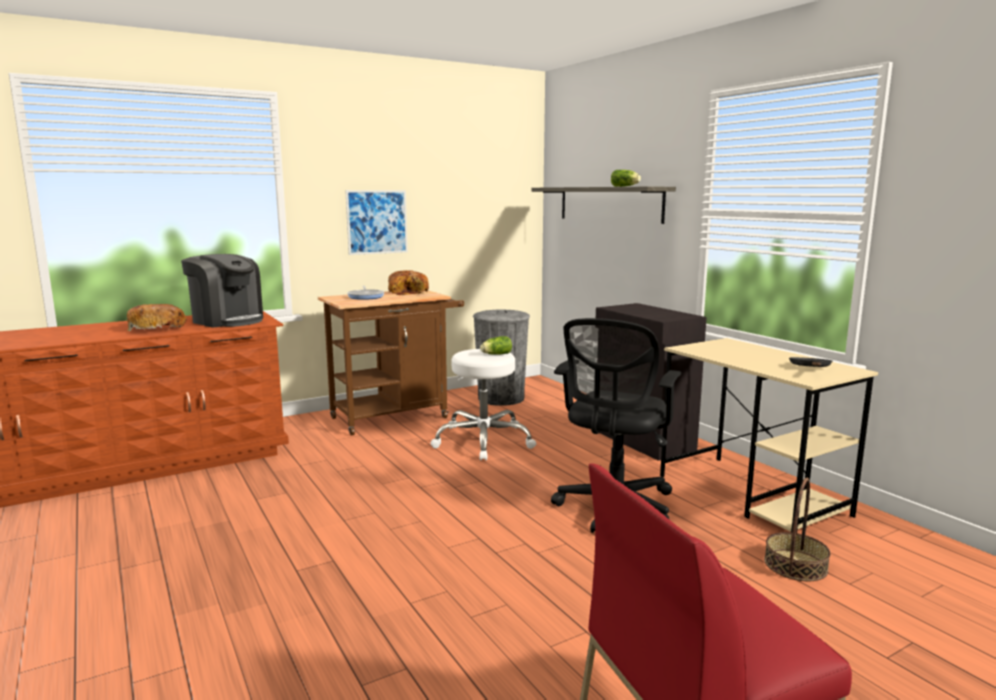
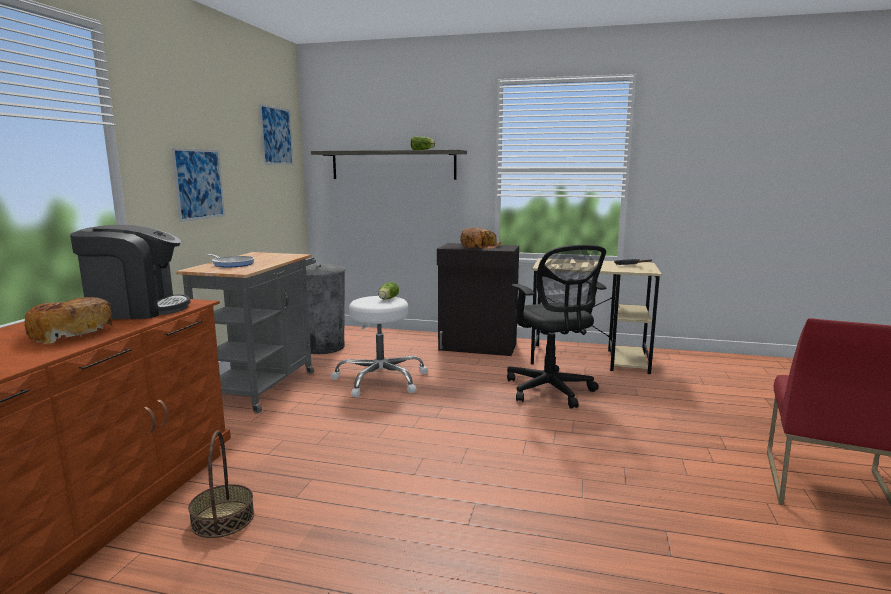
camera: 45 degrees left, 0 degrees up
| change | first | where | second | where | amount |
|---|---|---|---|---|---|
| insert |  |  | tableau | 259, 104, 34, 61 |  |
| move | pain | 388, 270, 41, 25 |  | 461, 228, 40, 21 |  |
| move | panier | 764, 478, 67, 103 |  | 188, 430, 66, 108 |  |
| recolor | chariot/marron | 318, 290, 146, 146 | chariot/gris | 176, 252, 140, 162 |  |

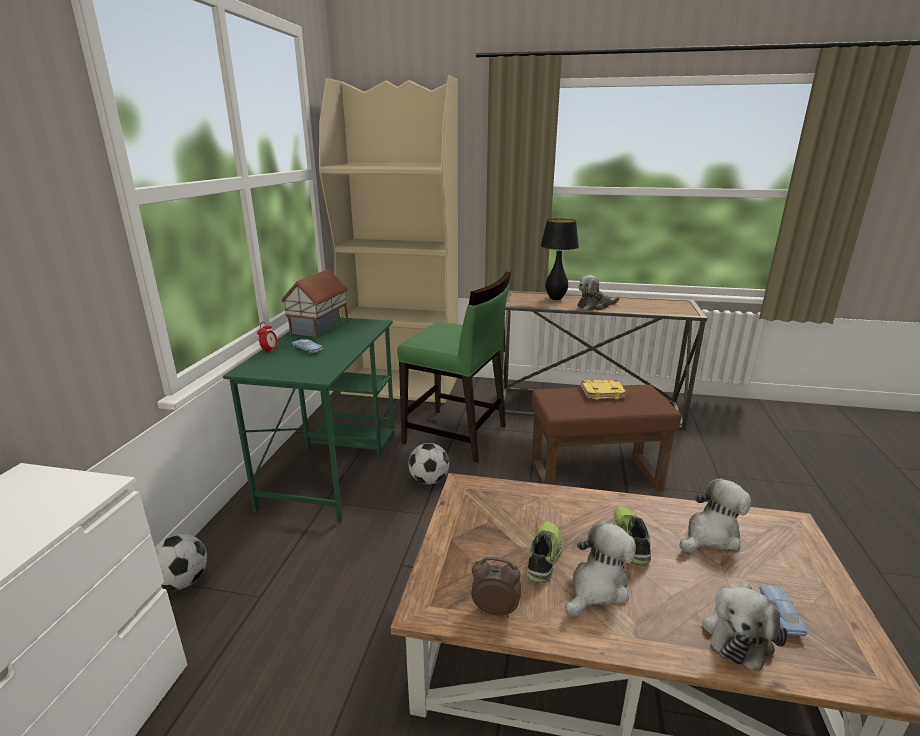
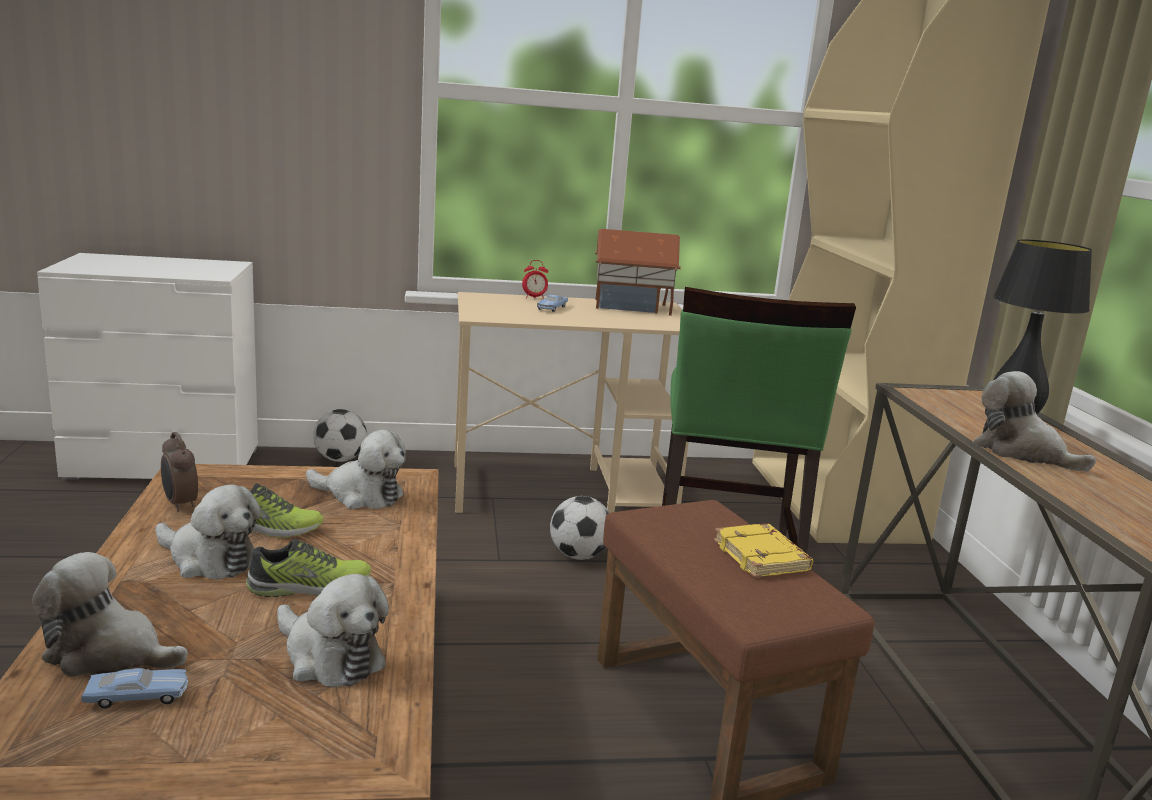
camera: 70 degrees right, 5 degrees down
| change | first | where | second | where | amount |
|---|---|---|---|---|---|
| insert |  |  | peluche | 306, 430, 100, 79 |  |
| recolor | bureau/vert | 223, 317, 172, 206 | bureau/beige | 454, 292, 235, 221 |  |
| rotate | réveil | 471, 557, 50, 60 |  | 161, 432, 37, 80 | 150 degrees clockwise |

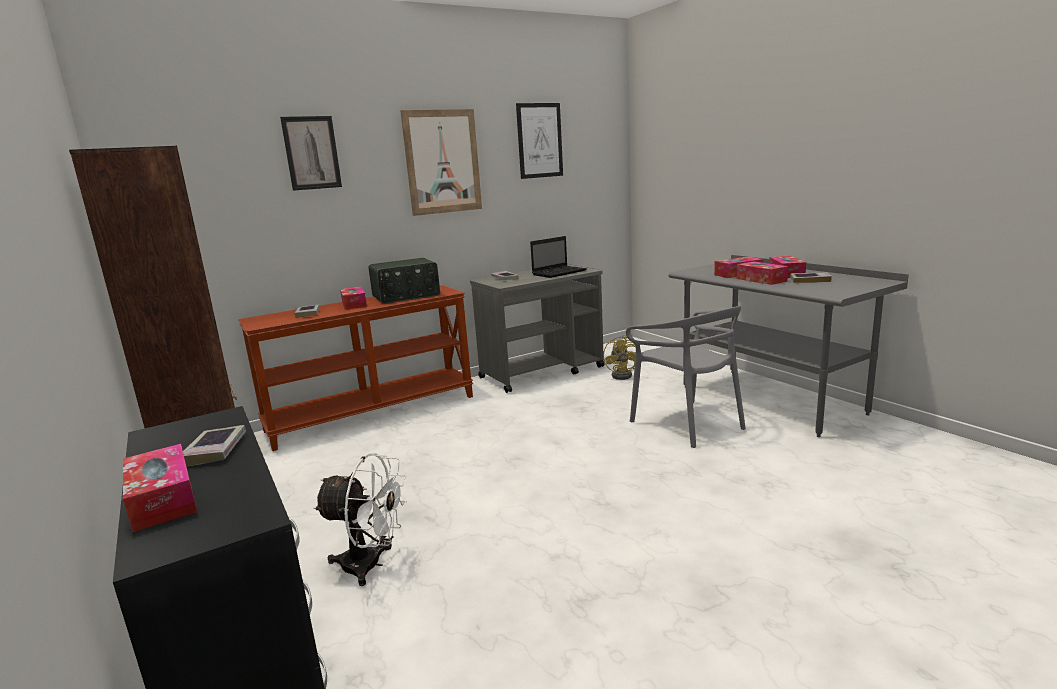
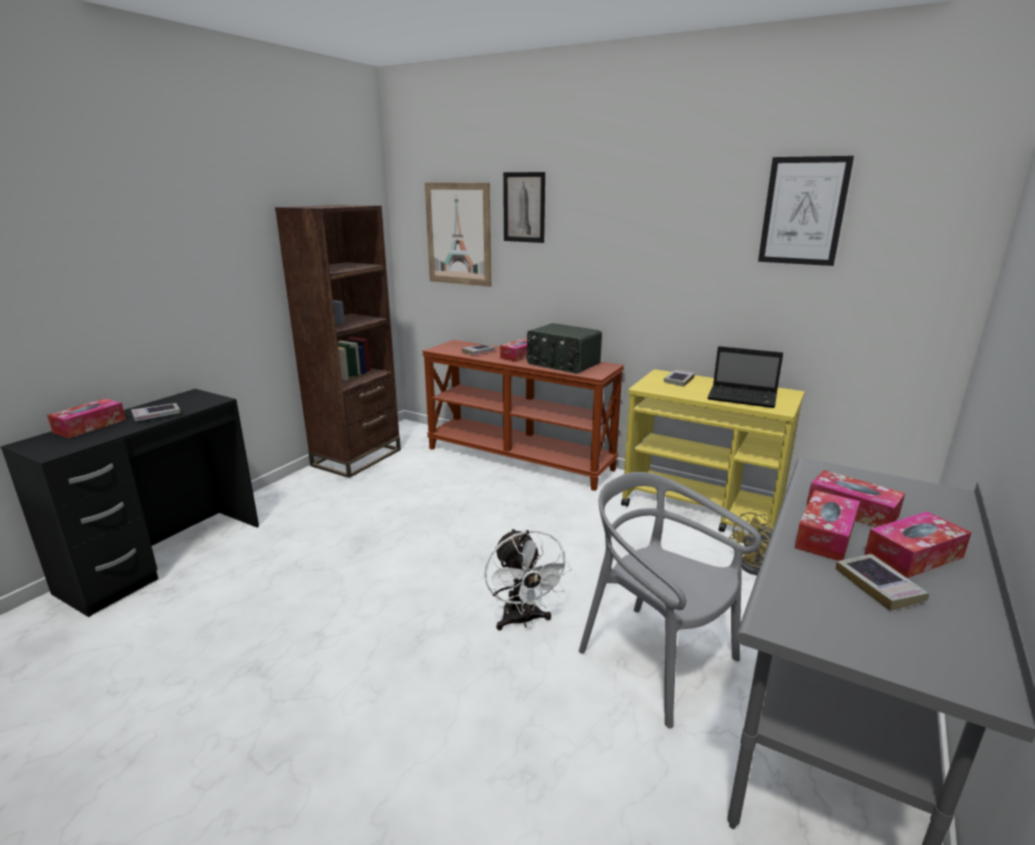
camera: 60 degrees right, 5 degrees up
| change | first | where | second | where | amount |
|---|---|---|---|---|---|
| move | ventilateur/blanc | 313, 453, 94, 133 |  | 484, 529, 87, 101 |  |
| move | tableau | 400, 109, 82, 107 |  | 425, 183, 66, 104 |  |
| recolor | chariot/gris | 470, 264, 135, 129 | chariot/jaune | 621, 369, 184, 163 |  |
| rotate | chaise/gris | 626, 306, 120, 142 |  | 579, 472, 183, 256 | 105 degrees clockwise |

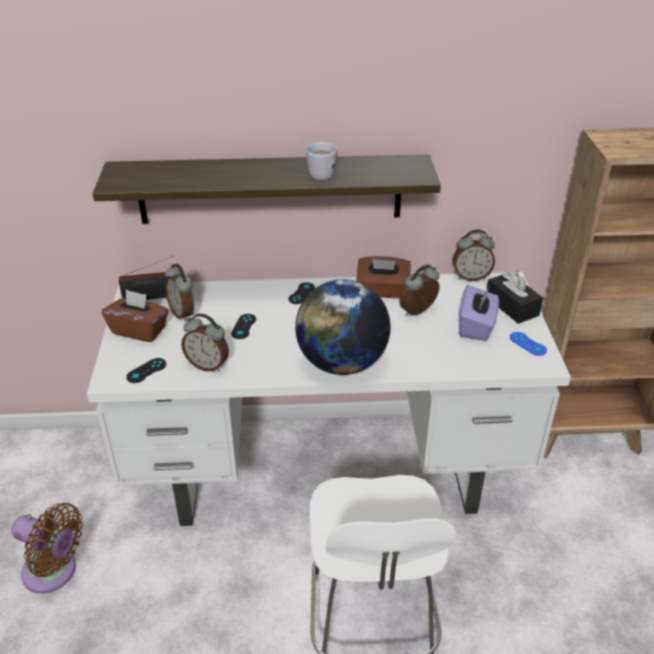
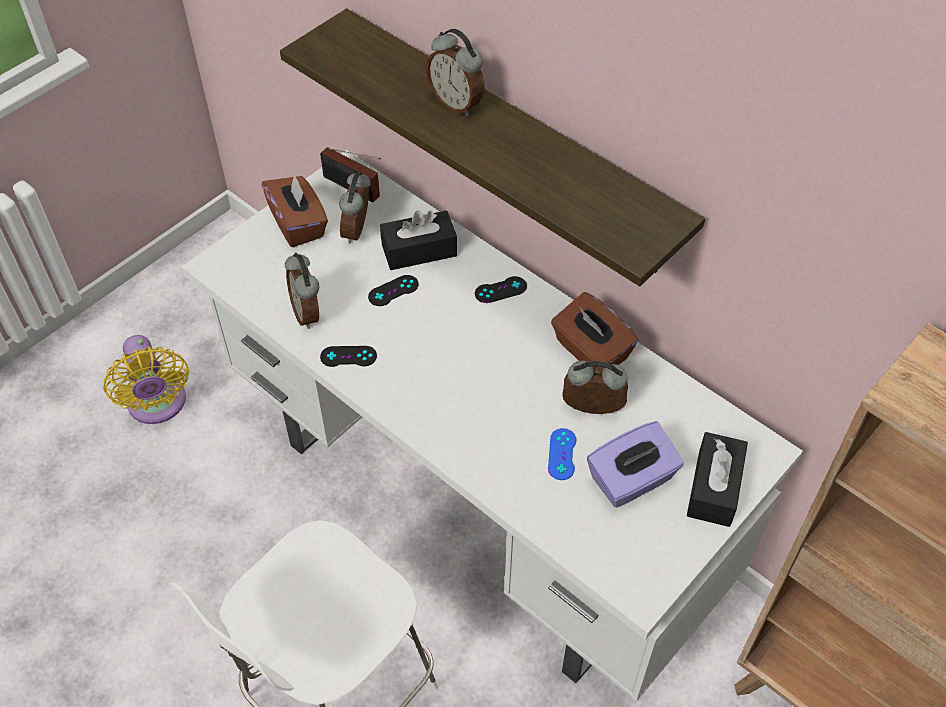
camera: 45 degrees right, 15 degrees up
| change | first | where | second | where | amount |
|---|---|---|---|---|---|
| delete | globe | 295, 279, 95, 96 |  |  |  |
| delete | mug/blanc | 306, 142, 31, 38 |  |  |  |
| insert |  |  | boîte à mouchoirs/noir | 380, 210, 77, 60 |  |
| move | manette/noir | 127, 358, 39, 25 |  | 320, 346, 57, 21 |  |
| move | réveil | 453, 230, 42, 51 |  | 426, 29, 59, 87 |  |
| move | manette/bleu | 510, 332, 37, 24 |  | 548, 428, 28, 52 |  |
| recolor | ventilateur/marron | 11, 503, 72, 90 | ventilateur/jaune | 103, 335, 86, 89 |  |

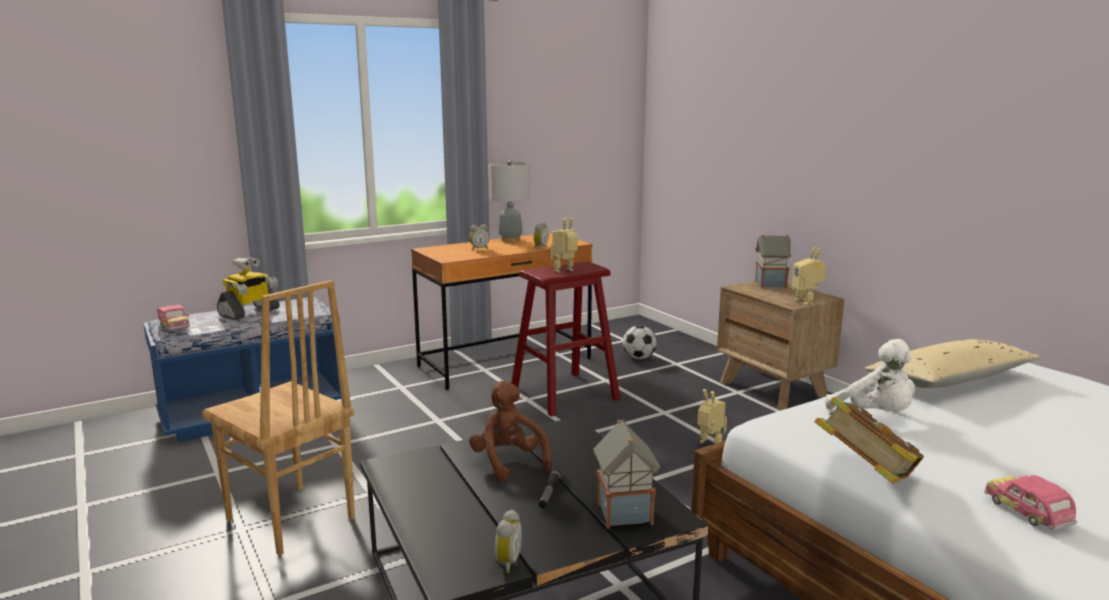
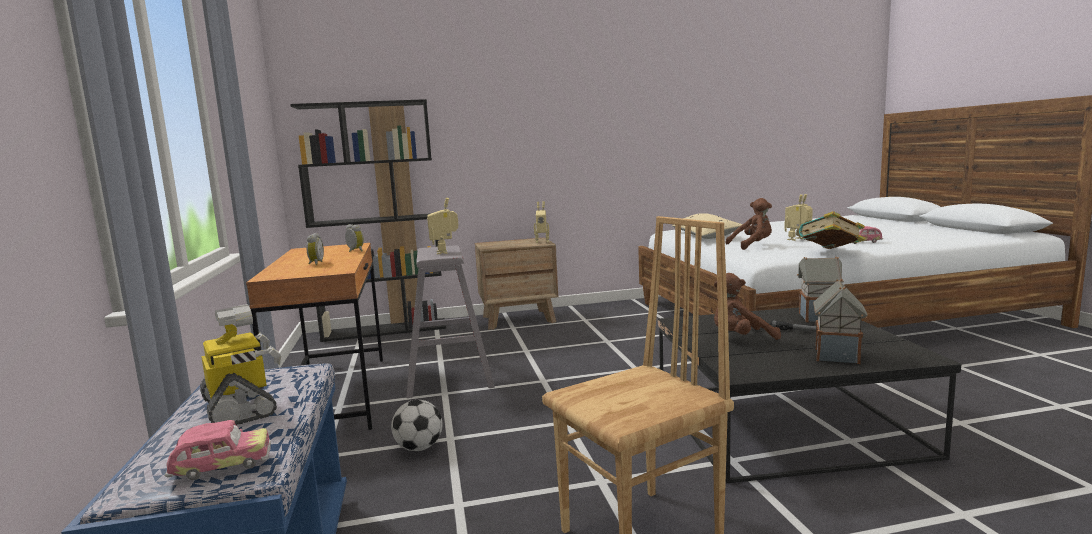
camera: 70 degrees left, 5 degrees down
| change | first | where | second | where | amount |
|---|---|---|---|---|---|
| delete | lampe de table/gris | 489, 160, 41, 82 |  |  |  |
| delete | réveil | 494, 510, 28, 63 |  |  |  |
| insert |  |  | bibliothèque/noir | 290, 99, 156, 243 |  |
| move | ballon de foot | 623, 325, 34, 34 |  | 391, 400, 52, 51 |  |
| move | robot jouet | 697, 389, 30, 54 |  | 784, 194, 29, 47 |  |
| move | maison miniature | 755, 234, 36, 54 |  | 813, 279, 55, 85 |  |
| recolor | tabouret/rouge | 511, 261, 110, 156 | tabouret/gris | 406, 245, 89, 153 |  |
| recolor | peluche/blanc | 825, 339, 90, 72 | peluche/marron | 726, 198, 46, 52 |  |

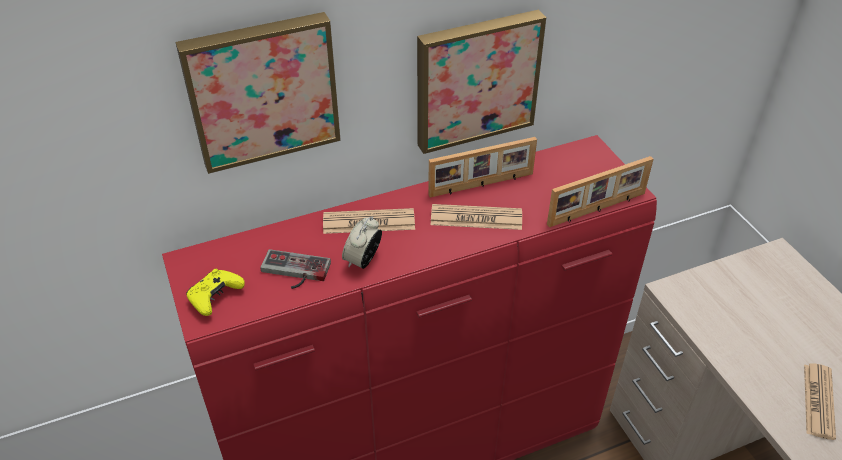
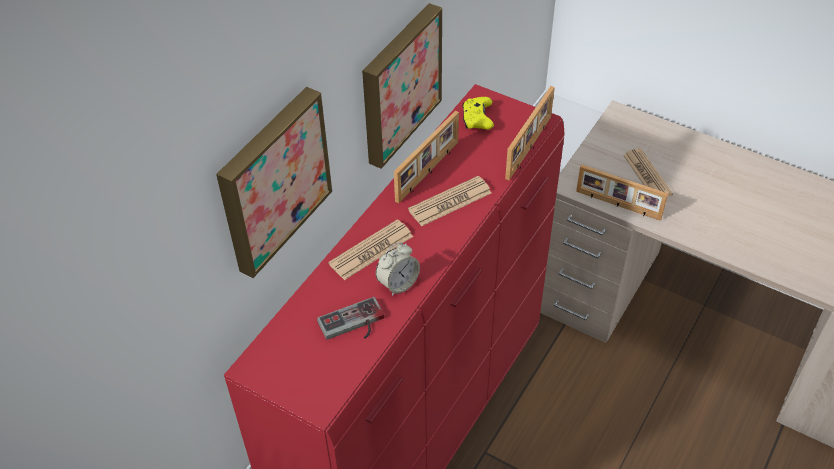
camera: 35 degrees left, 5 degrees up
| change | first | where | second | where | amount |
|---|---|---|---|---|---|
| insert |  |  | cadre photo | 576, 164, 92, 57 |  |
| move | manette/jaune | 186, 269, 59, 47 |  | 462, 97, 32, 33 |  |
| move | journal | 804, 363, 32, 77 |  | 623, 148, 50, 49 |  |
| rotate | réveil | 342, 217, 40, 52 |  | 376, 242, 44, 54 | 120 degrees counterclockwise |

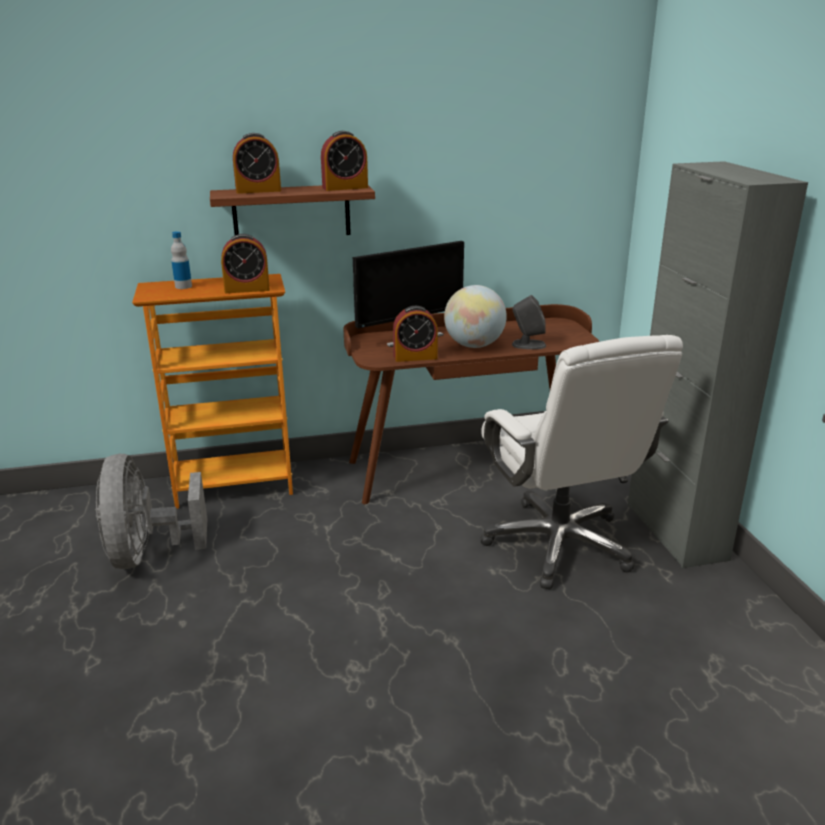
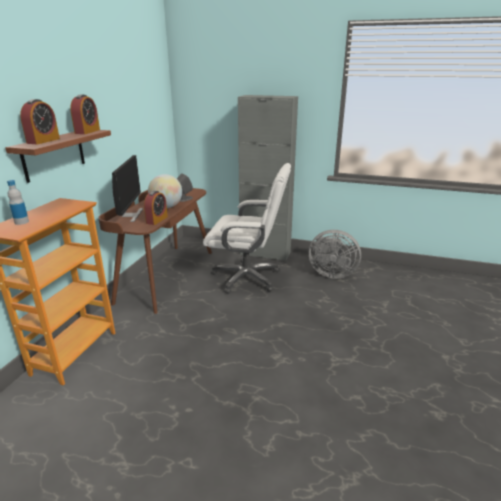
camera: 60 degrees left, 0 degrees up
| change | first | where | second | where | amount |
|---|---|---|---|---|---|
| delete | réveil | 221, 234, 49, 59 |  |  |  |
| move | ventilateur/gris | 95, 454, 112, 115 |  | 309, 230, 52, 49 |  |

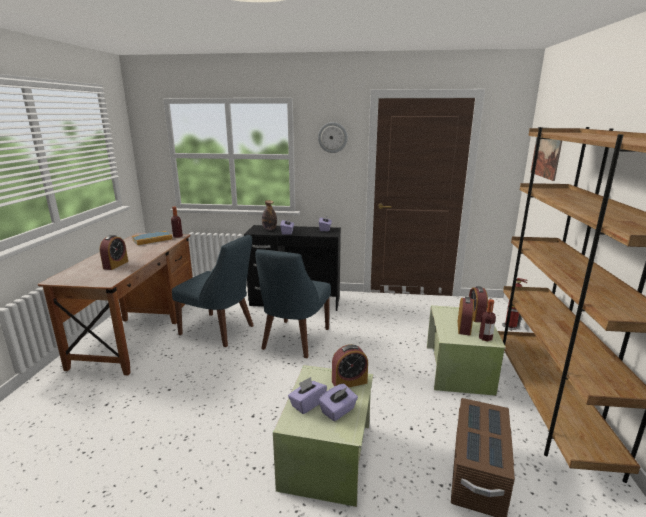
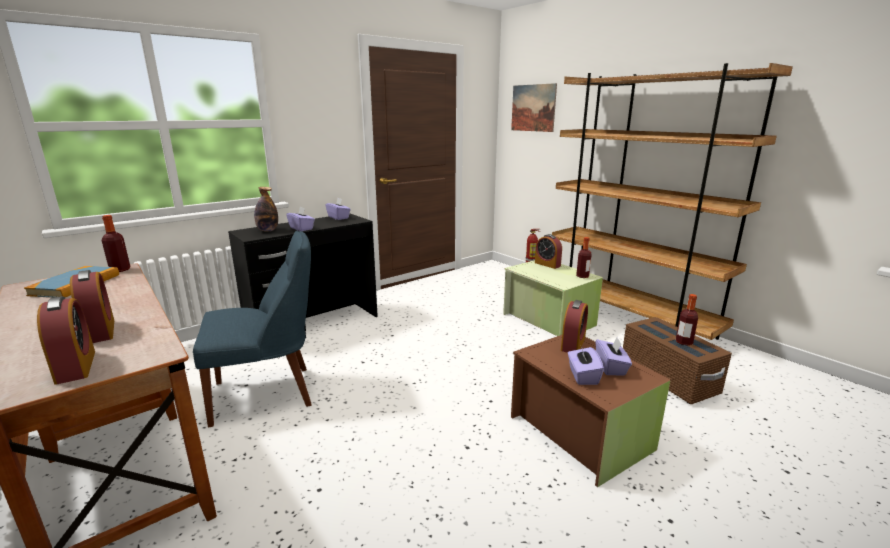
camera: 45 degrees left, 0 degrees up
| change | first | where | second | where | amount |
|---|---|---|---|---|---|
| delete | chaise/bleu | 255, 249, 76, 109 |  |  |  |
| delete | horloge murale | 318, 122, 30, 31 |  |  |  |
| insert |  |  | bouteille | 676, 294, 22, 52 |  |
| move | réveil | 458, 297, 16, 38 |  | 37, 296, 58, 89 |  |
| recolor | boîte de rangement/vert | 273, 365, 100, 142 | boîte de rangement/marron | 511, 335, 160, 152 |  |

